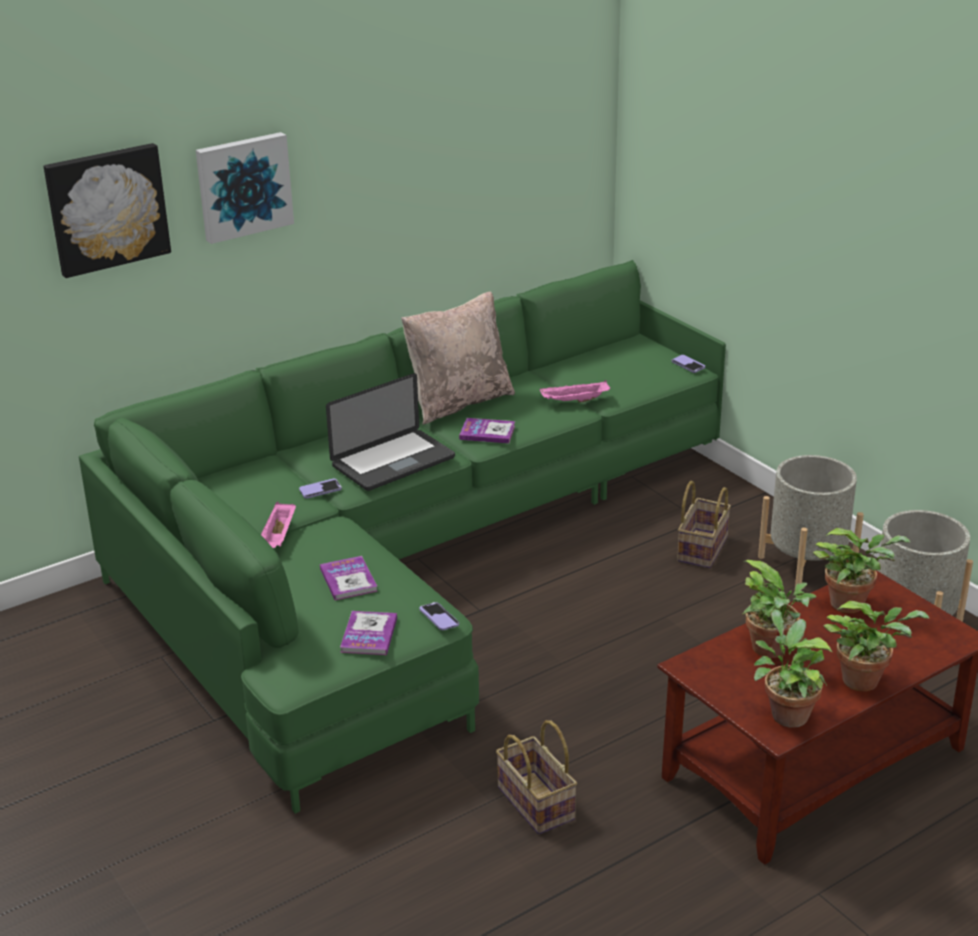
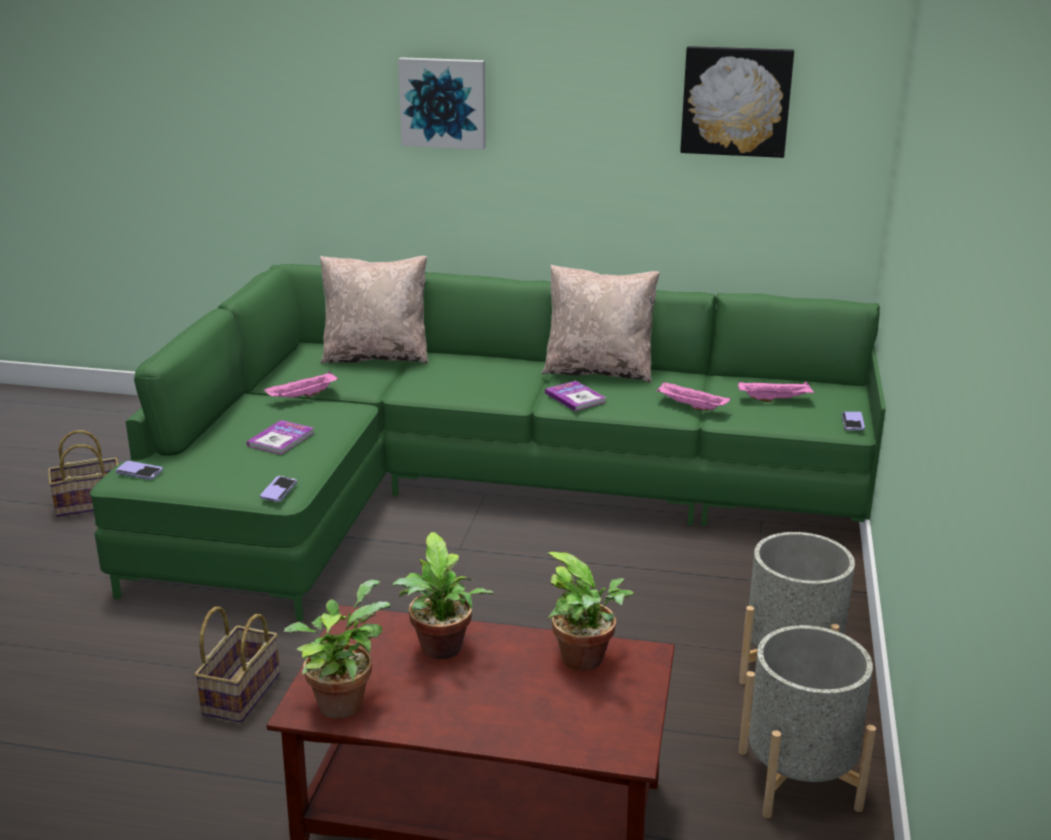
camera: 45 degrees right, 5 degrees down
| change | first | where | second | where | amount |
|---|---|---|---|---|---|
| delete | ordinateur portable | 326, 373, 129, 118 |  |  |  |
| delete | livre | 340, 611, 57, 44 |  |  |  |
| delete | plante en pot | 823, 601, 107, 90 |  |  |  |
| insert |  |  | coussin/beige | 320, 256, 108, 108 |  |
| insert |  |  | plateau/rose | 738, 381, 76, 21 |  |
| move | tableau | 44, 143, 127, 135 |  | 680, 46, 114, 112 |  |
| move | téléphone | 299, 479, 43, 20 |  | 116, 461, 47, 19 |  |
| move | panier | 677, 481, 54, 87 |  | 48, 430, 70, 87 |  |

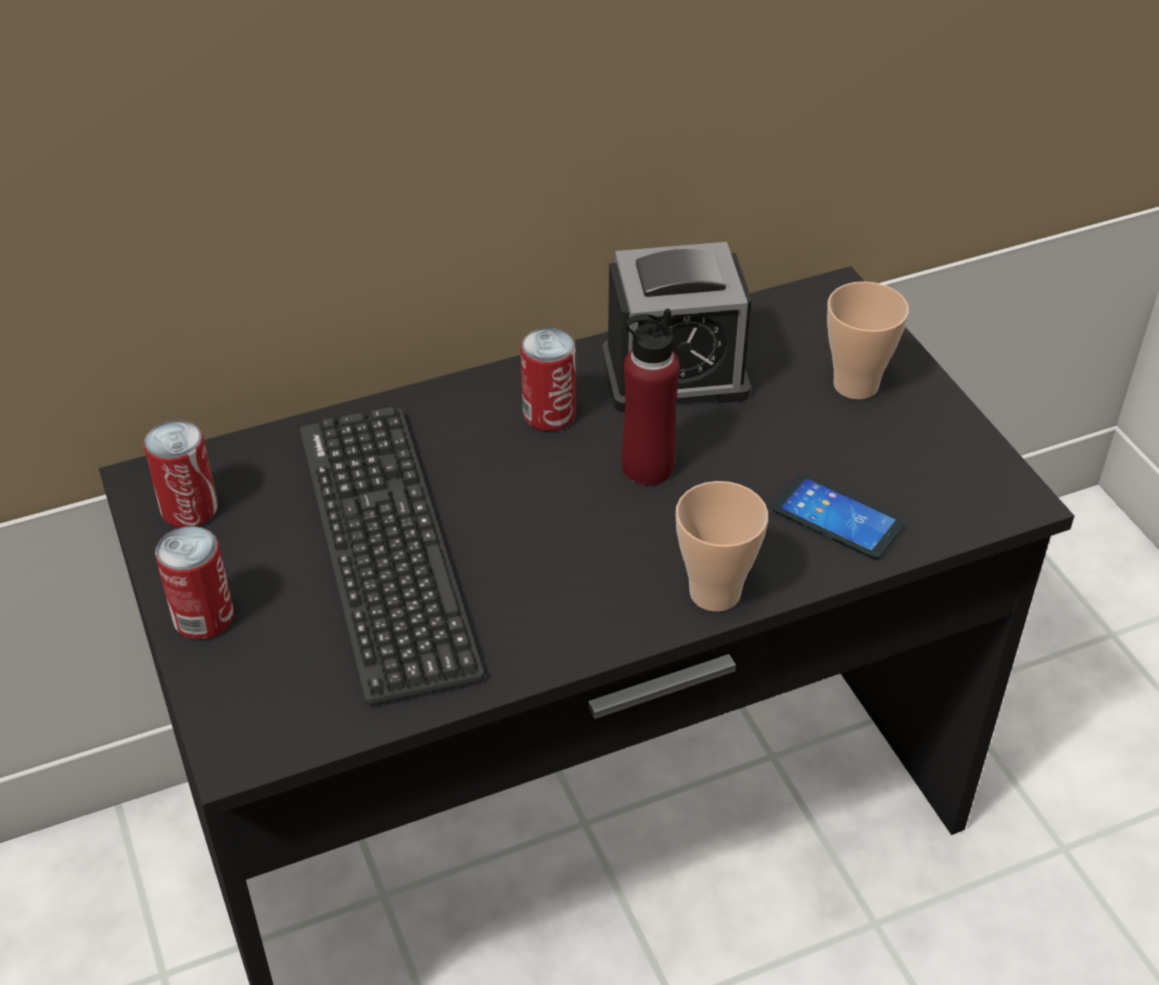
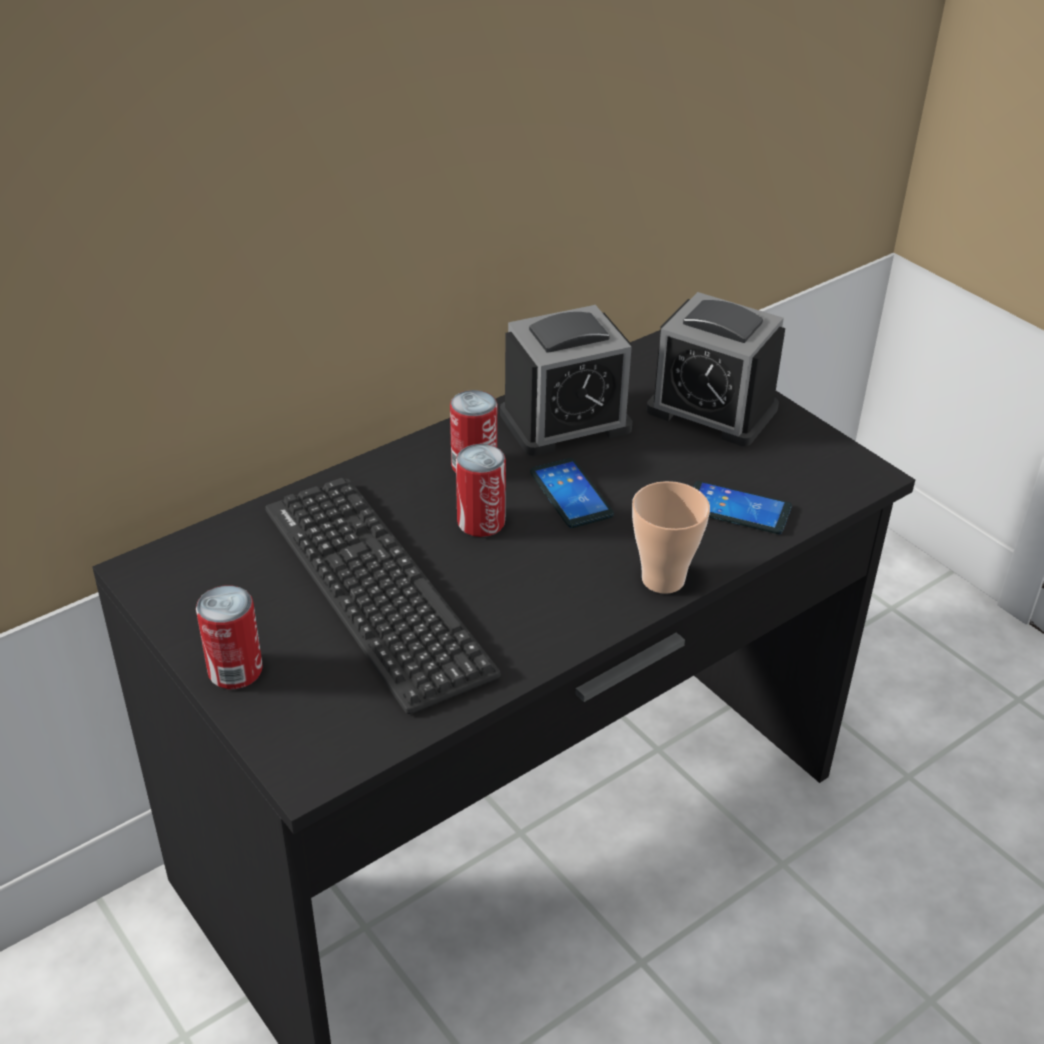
camera: 15 degrees left, 5 degrees down
| change | first | where | second | where | amount |
|---|---|---|---|---|---|
| move | boîte métallique | 144, 420, 74, 108 |  | 456, 444, 50, 93 |  |
| replace | bouteille/rouge | 621, 309, 59, 176 | téléphone | 530, 458, 84, 70 |  |
| replace | tasse | 827, 281, 82, 118 | réveil | 647, 292, 138, 154 |  |

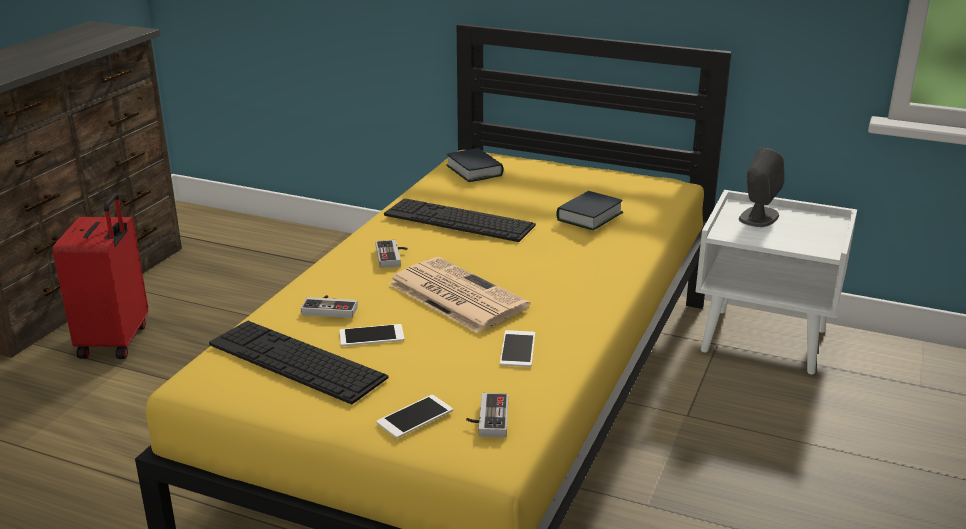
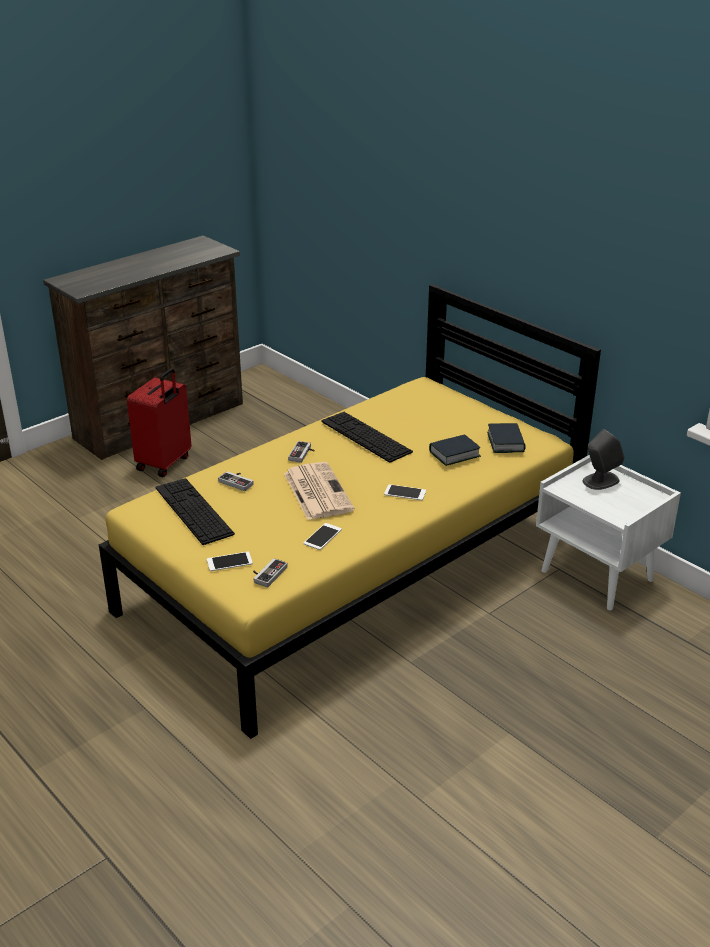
camera: 25 degrees right, 5 degrees up
| change | first | where | second | where | amount |
|---|---|---|---|---|---|
| move | téléphone | 339, 324, 65, 22 |  | 384, 484, 42, 16 |  |
| move | livre | 446, 148, 57, 34 |  | 487, 423, 39, 30 |  |

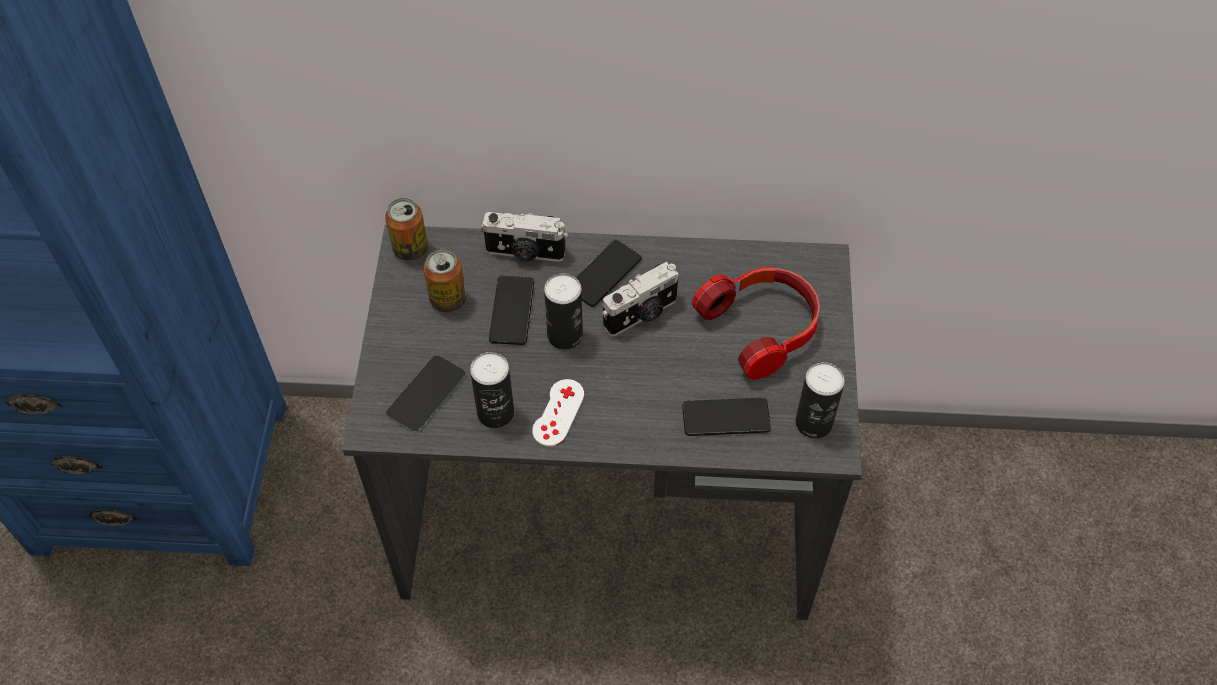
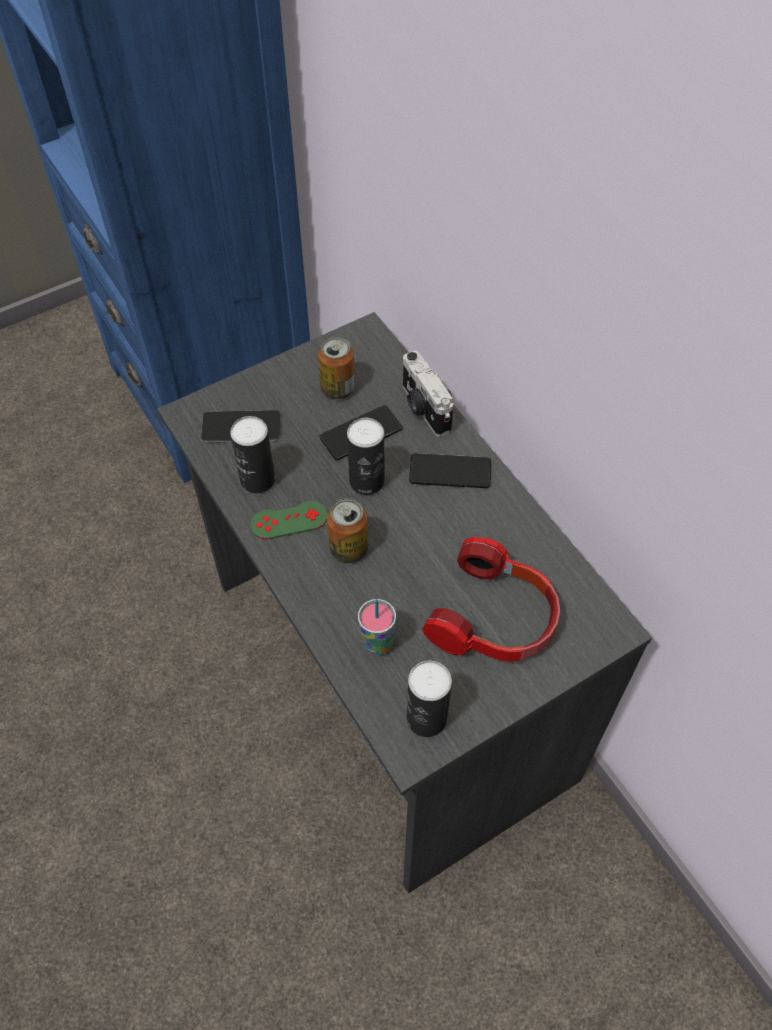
camera: 55 degrees right, 0 degrees up
| change | first | where | second | where | amount |
|---|---|---|---|---|---|
| delete | appareil photo | 602, 262, 77, 75 |  |  |  |
| move | boîte métallique | 385, 198, 43, 63 |  | 327, 498, 42, 65 |  |
| replace | téléphone | 682, 398, 89, 38 | tasse | 358, 599, 38, 56 |  |
| recolor | manette/blanc | 532, 379, 53, 67 | manette/vert | 251, 501, 76, 38 |  |

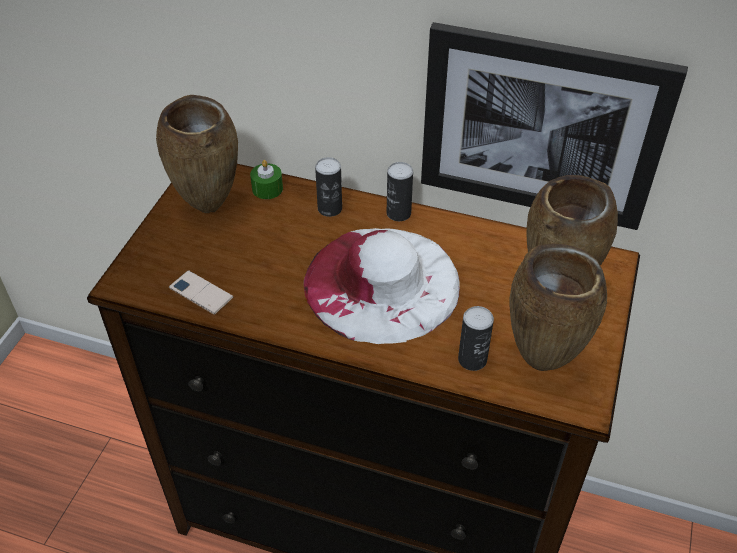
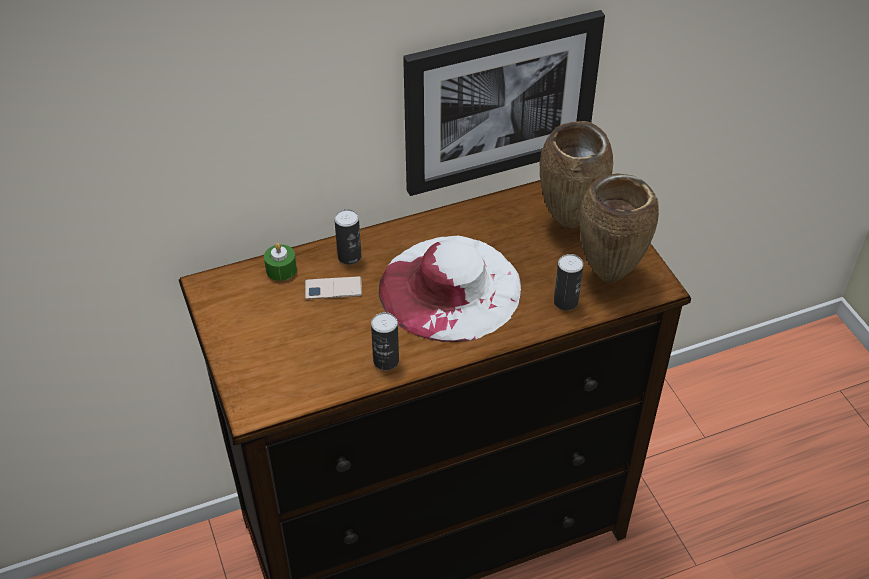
camera: 40 degrees left, 0 degrees up
| change | first | where | second | where | amount |
|---|---|---|---|---|---|
| delete | vase/marron | 156, 95, 82, 118 |  |  |  |
| move | téléphone | 169, 270, 65, 45 |  | 305, 276, 57, 24 |  |
| move | boîte métallique | 387, 162, 26, 59 |  | 371, 312, 28, 58 |  |

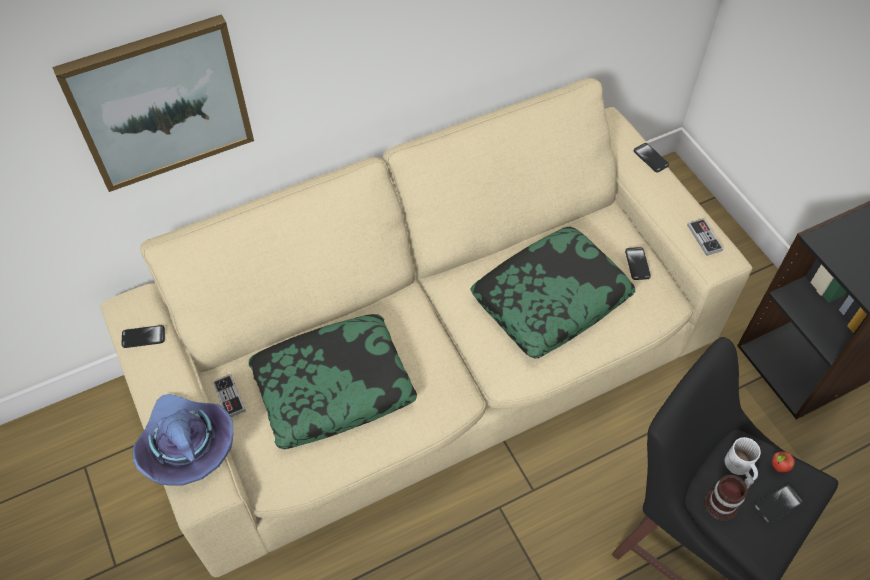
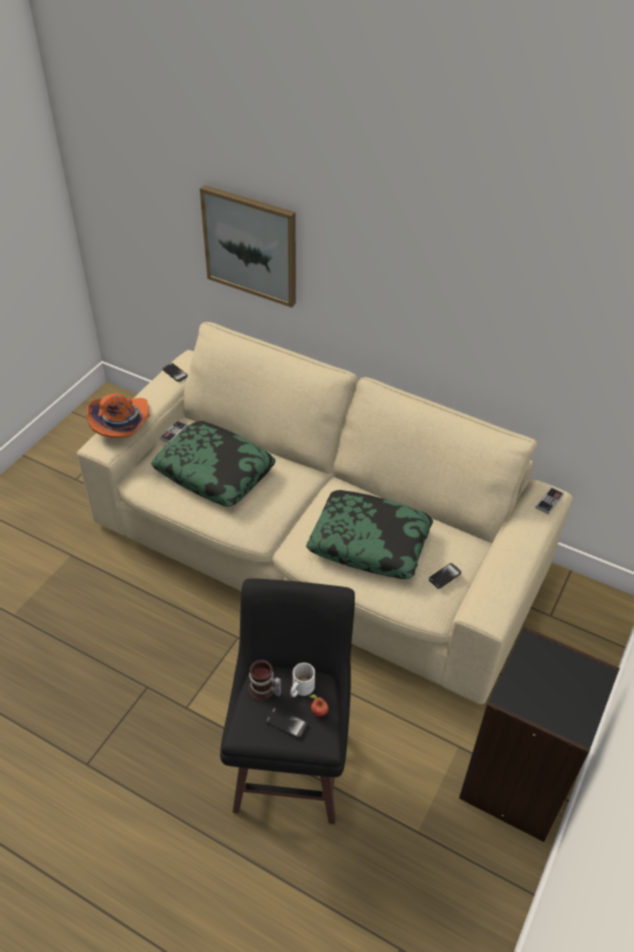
camera: 55 degrees right, 10 degrees down
| change | first | where | second | where | amount |
|---|---|---|---|---|---|
| delete | téléphone | 634, 143, 35, 29 |  |  |  |
| move | manette | 687, 218, 36, 38 |  | 535, 487, 29, 27 |  |
| recolor | chapeau/violet | 133, 394, 100, 92 | chapeau/orange | 87, 393, 63, 45 |  |

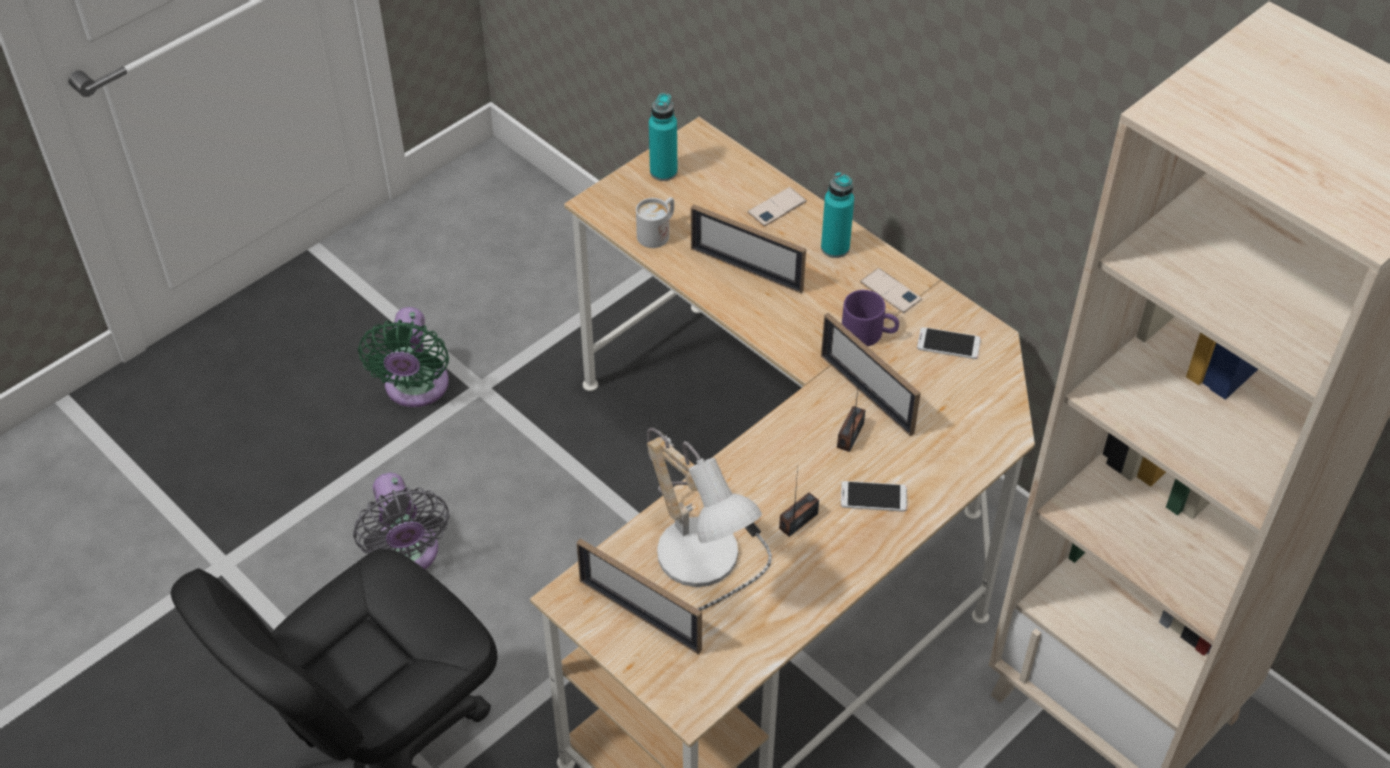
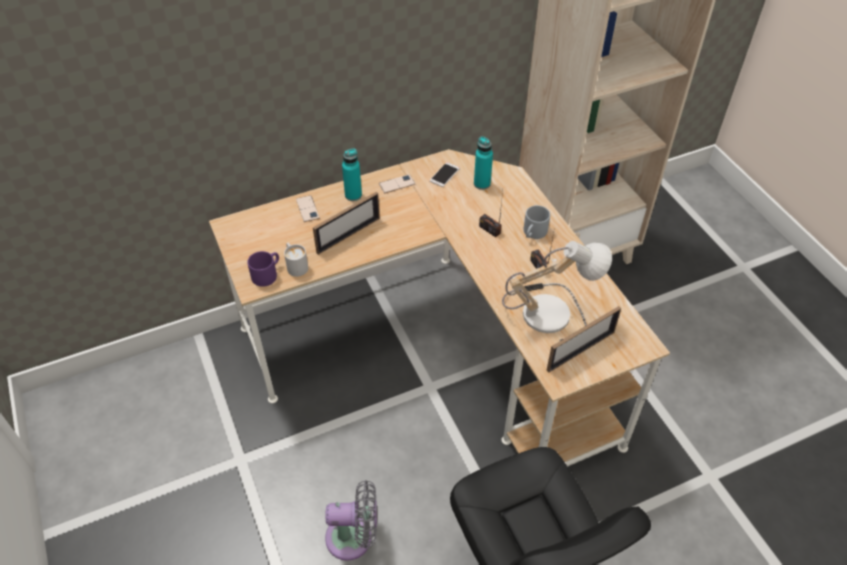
camera: 70 degrees left, 0 degrees up
| change | first | where | second | where | amount |
|---|---|---|---|---|---|
| delete | ventilateur/vert | 358, 307, 91, 100 |  |  |  |
| delete | cadre photo | 821, 313, 100, 123 |  |  |  |
| move | bouteille/turquoise | 649, 93, 29, 88 |  | 474, 136, 19, 54 |  |
| move | mug/violet | 842, 290, 57, 56 |  | 247, 251, 32, 36 |  |
| replace | téléphone | 841, 481, 66, 31 | mug/gris | 524, 205, 26, 34 |  |

